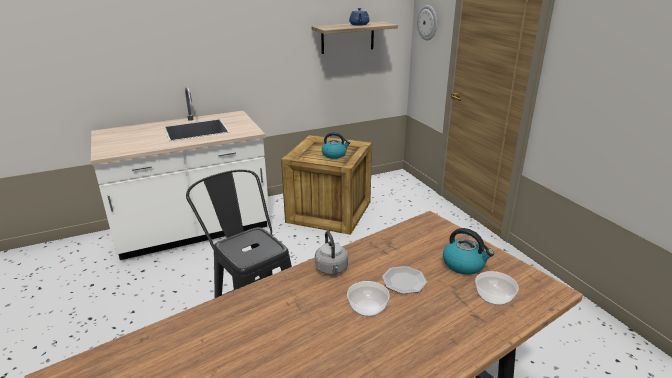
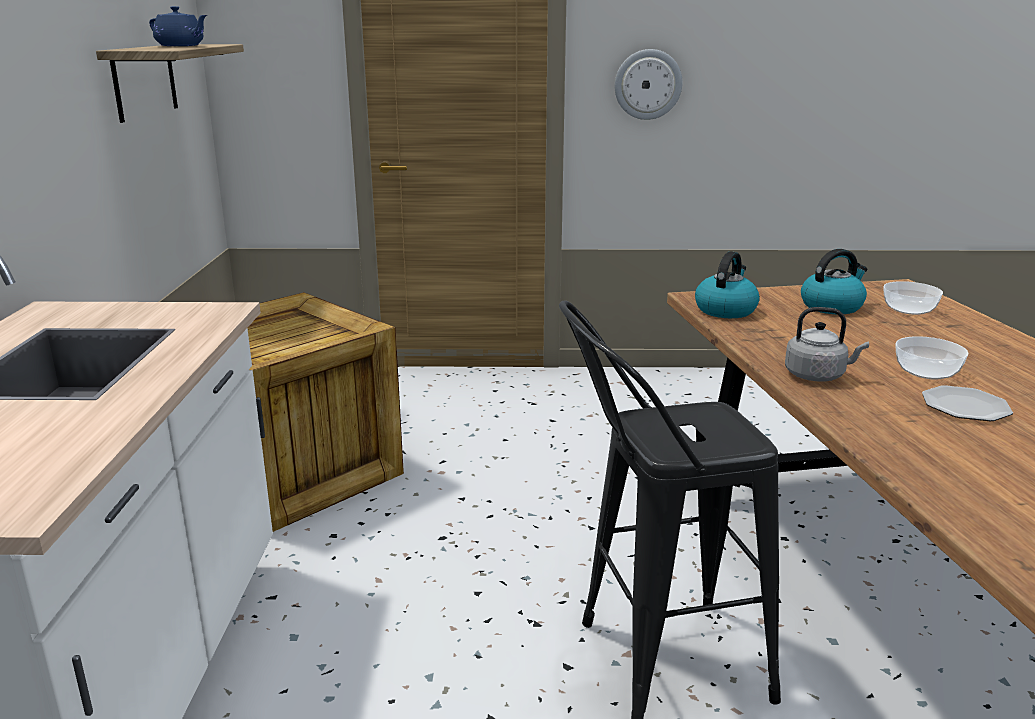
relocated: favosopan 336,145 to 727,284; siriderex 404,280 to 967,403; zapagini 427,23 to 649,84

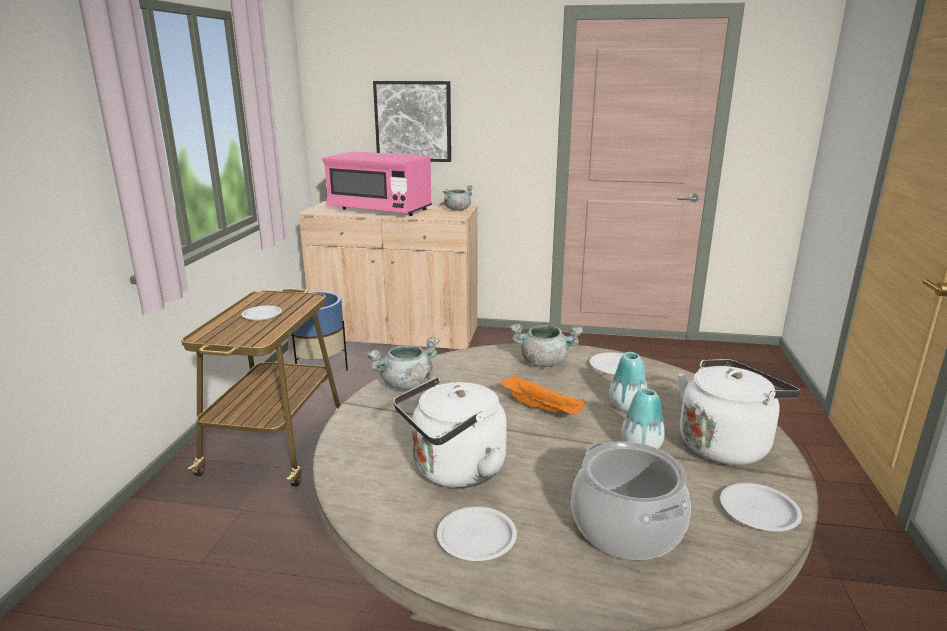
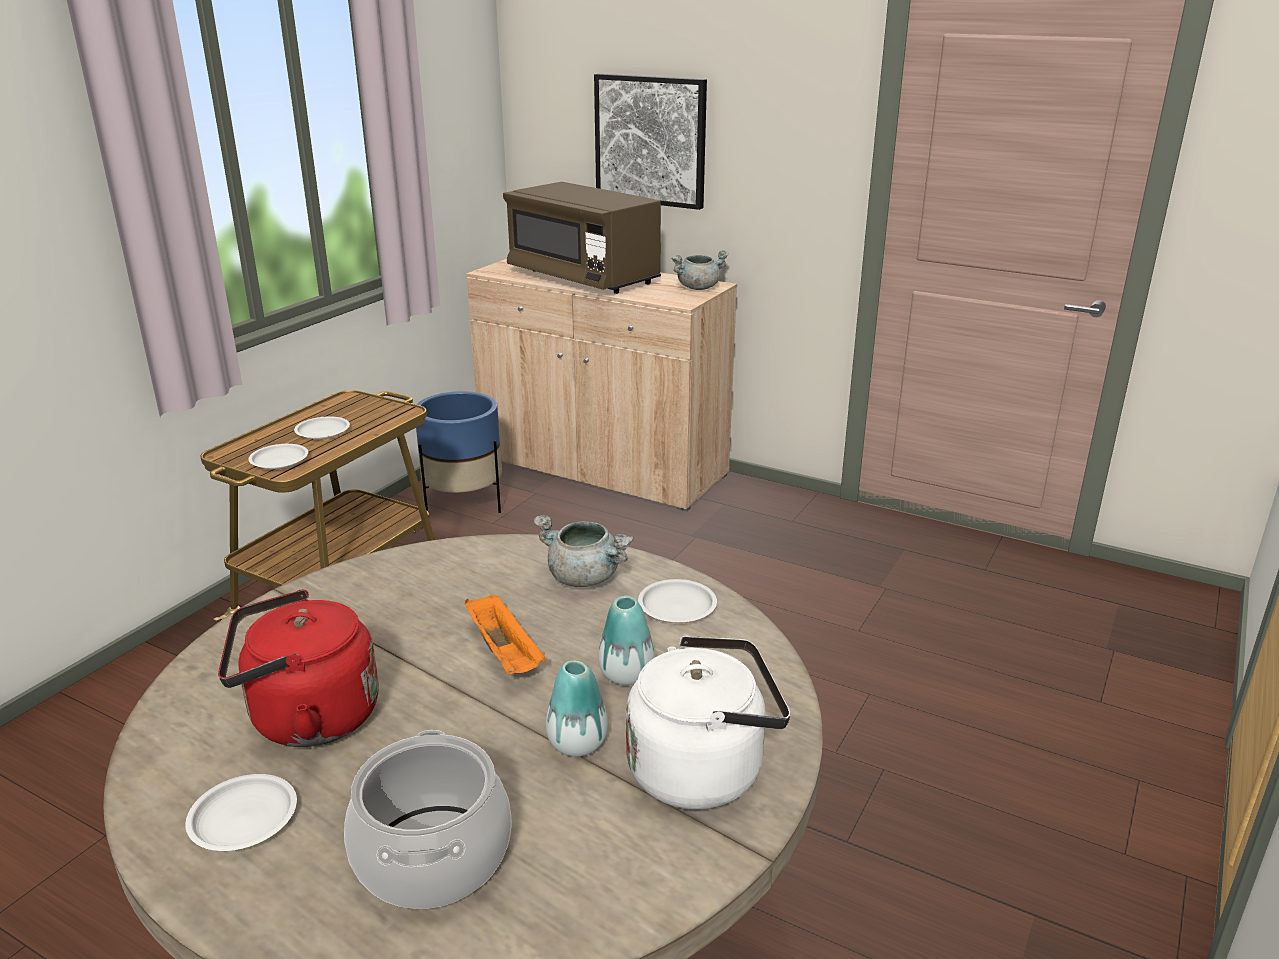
missing: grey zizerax 403,363
relocated: white siriderex 761,507 to 278,456
colour: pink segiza 377,183 to brown segiza 582,238; white favosopan 450,432 to red favosopan 298,668

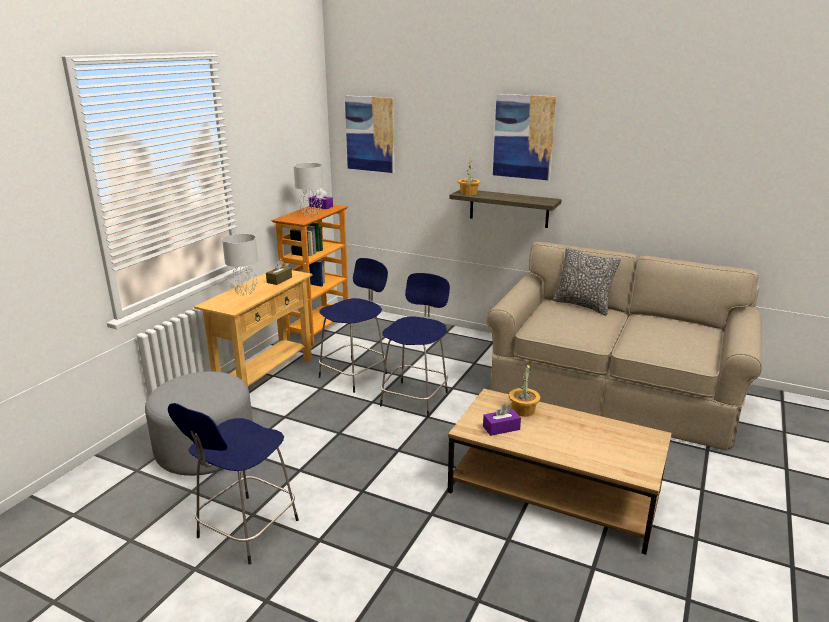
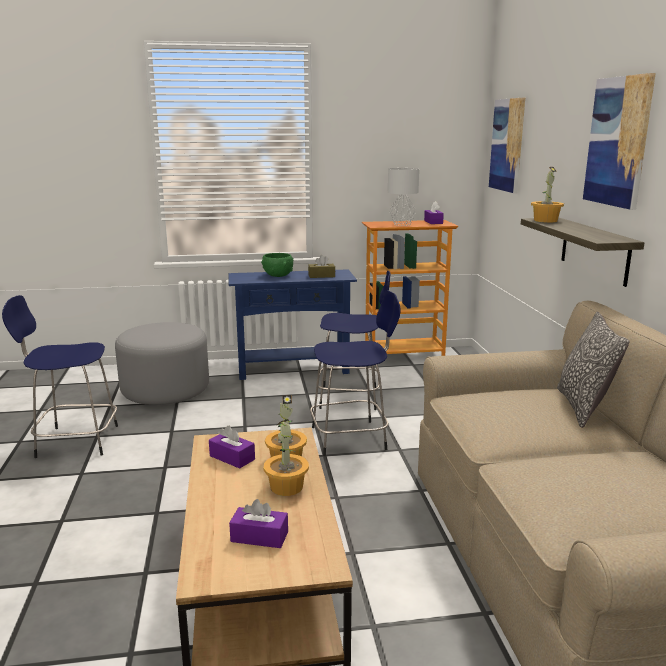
appeared: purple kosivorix 258,523; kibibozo 286,457
exchanged: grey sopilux 240,265 to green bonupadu 277,265
colour: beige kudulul 253,327 to blue kudulul 293,324

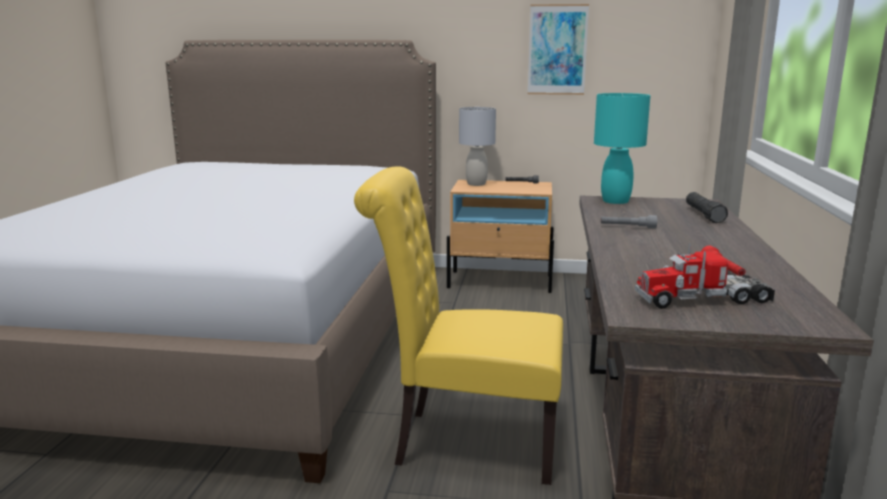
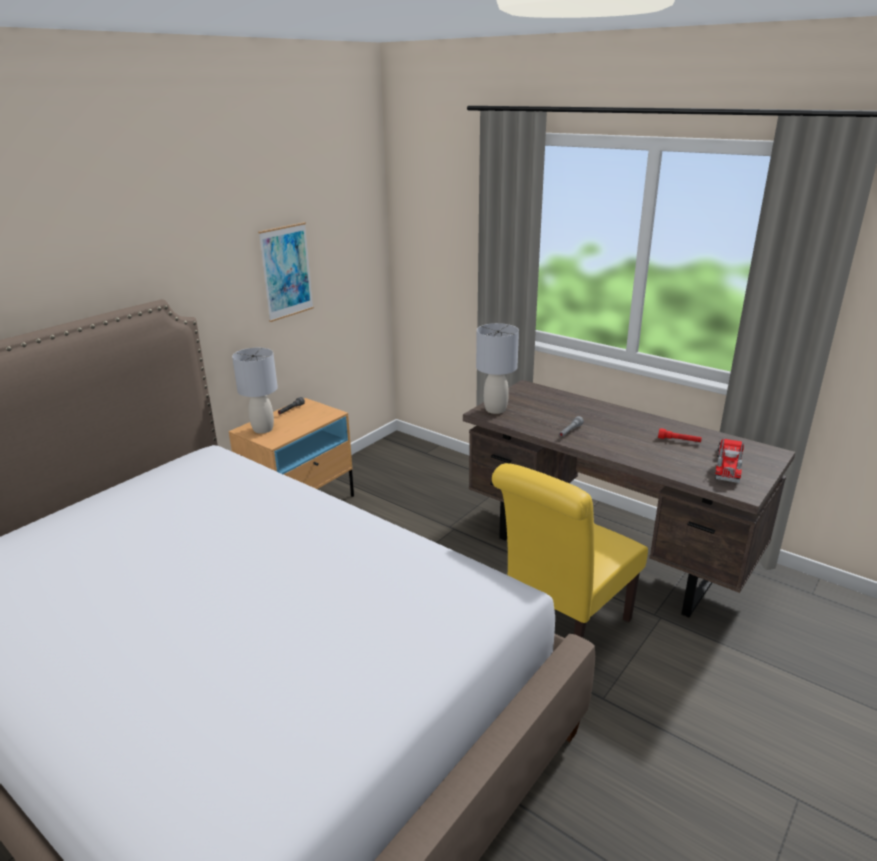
missing: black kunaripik 707,207
colour: turquoise sopilux 622,148 to grey sopilux 497,368

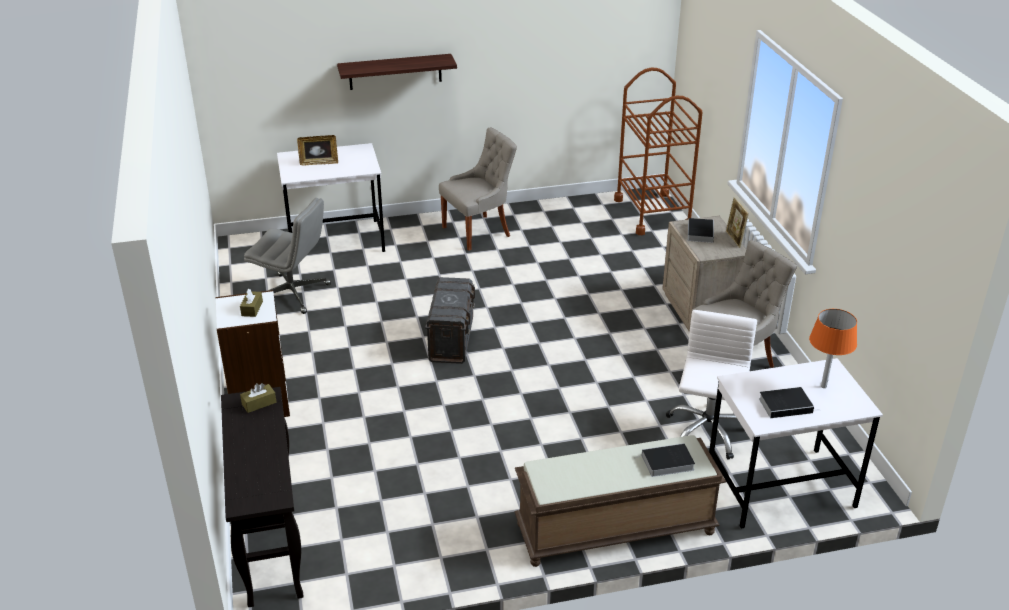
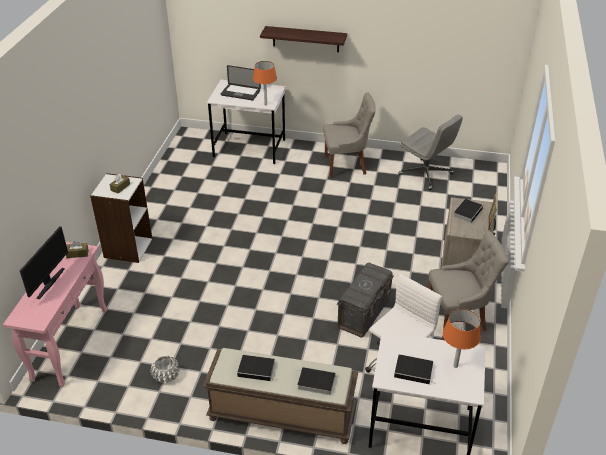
missing: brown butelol 658,151
appeared: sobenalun 44,262; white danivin 165,370; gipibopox 257,368; orange sopilux 265,83
relocated: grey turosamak 287,256 to 430,152; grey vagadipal 450,320 to 365,300
exchanged: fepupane 317,150 to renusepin 241,83
colour: black kudulul 262,497 to pink kudulul 55,314

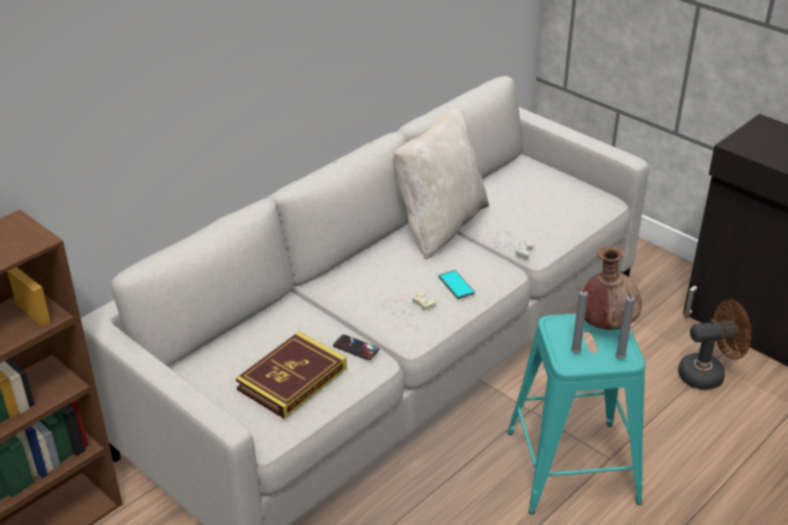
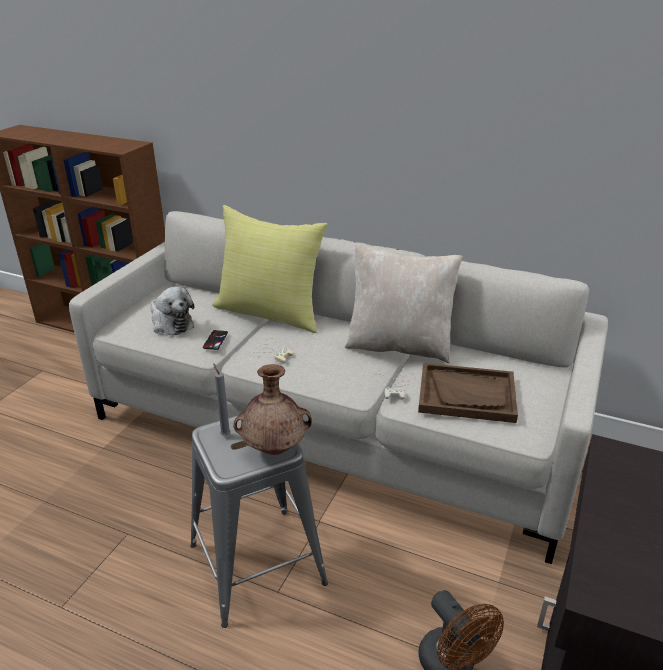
missing: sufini 456,284; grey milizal 625,322
appeared: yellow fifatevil 270,269; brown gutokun 468,393
exchanged: gipibopox 291,375 to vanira 172,310
colour: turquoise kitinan 576,414 to grey kitinan 259,521

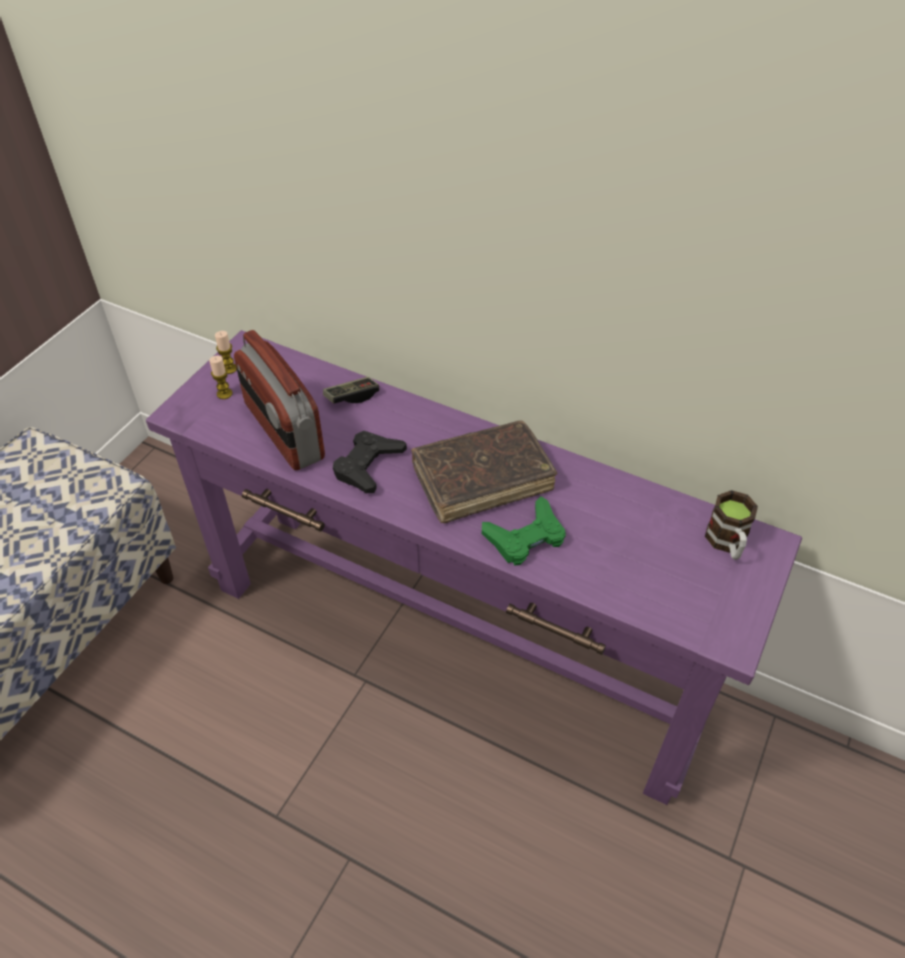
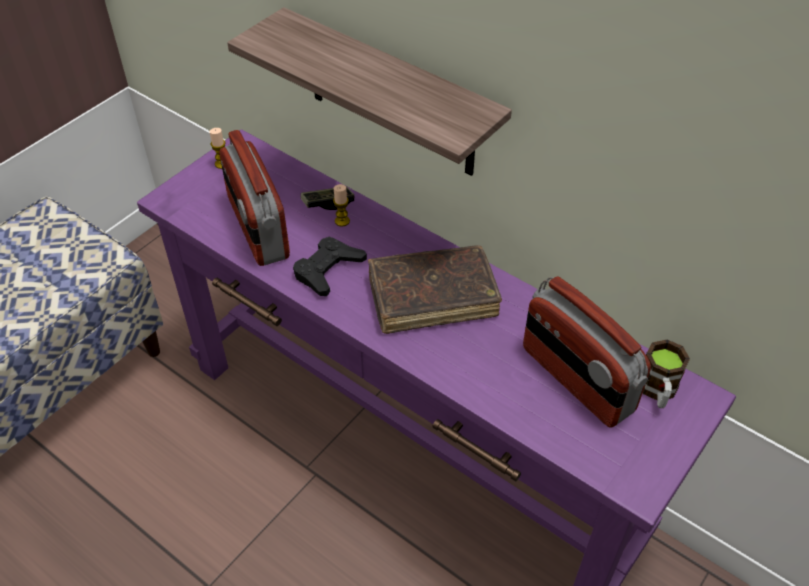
missing: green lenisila 524,530
appeared: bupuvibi 369,91; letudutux 587,352
relocated: milizal 221,377 to 341,205

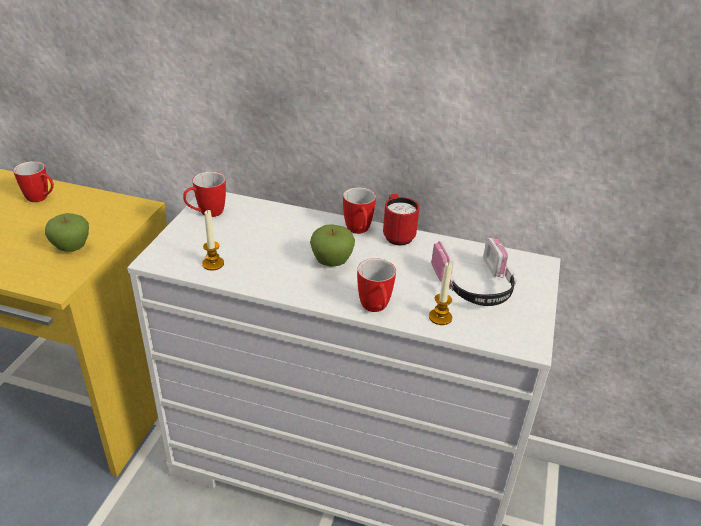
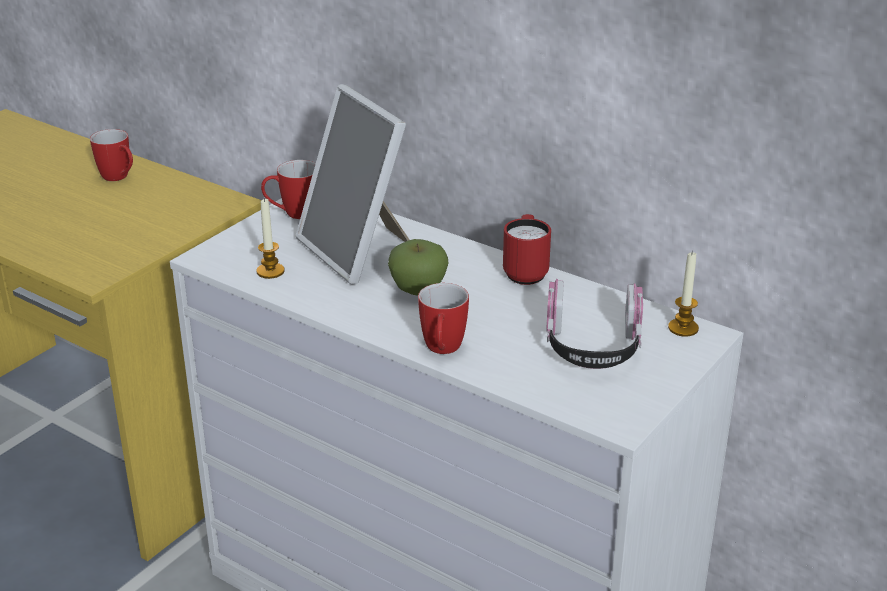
missing: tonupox 67,232; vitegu 359,210
appeared: fepupane 352,184
relocated: milizal 440,293 to 683,294

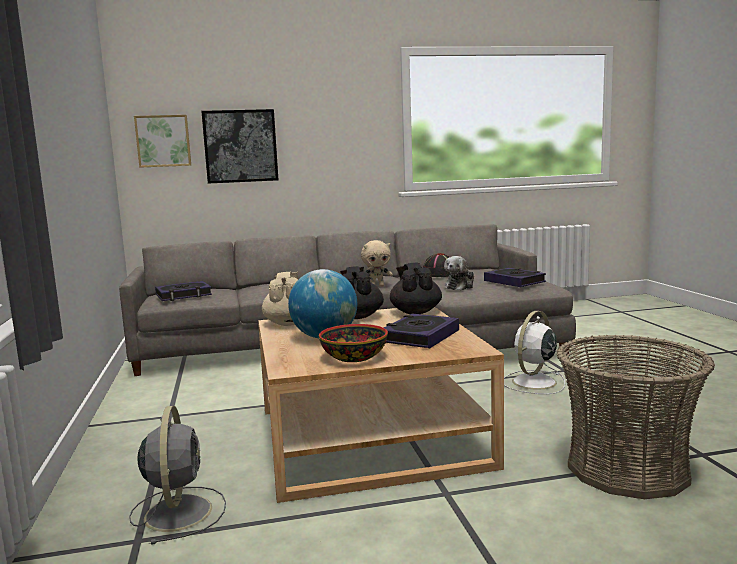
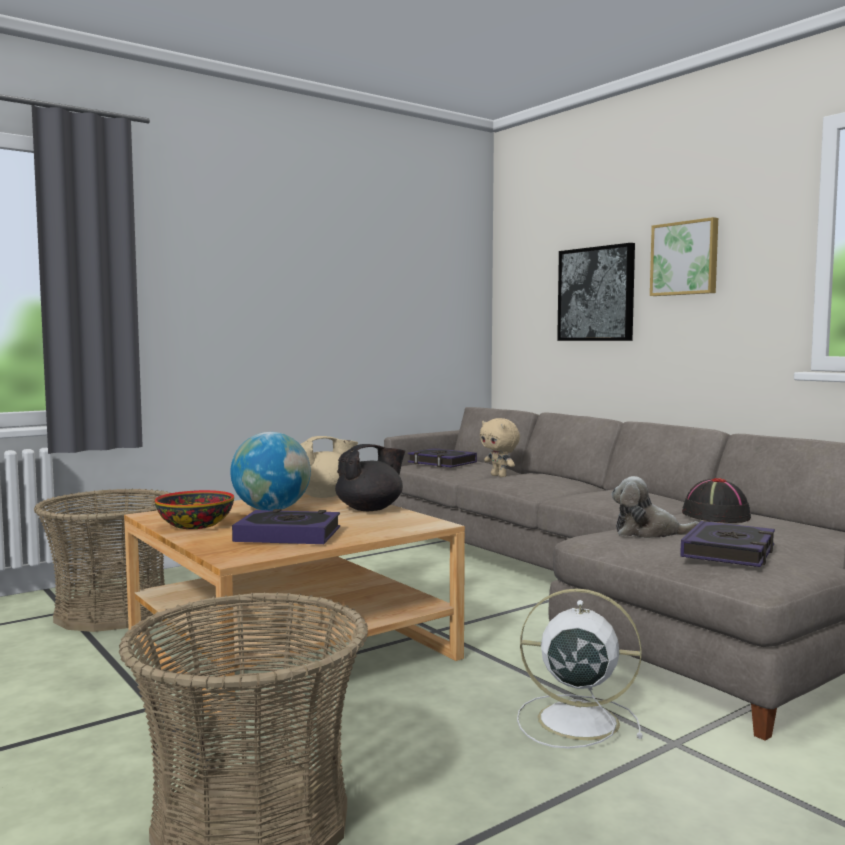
missing: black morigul 416,288
relocated: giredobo 162,141 to 684,256; beige vanira 377,263 to 500,447
exchanged: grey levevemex 177,475 to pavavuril 102,560

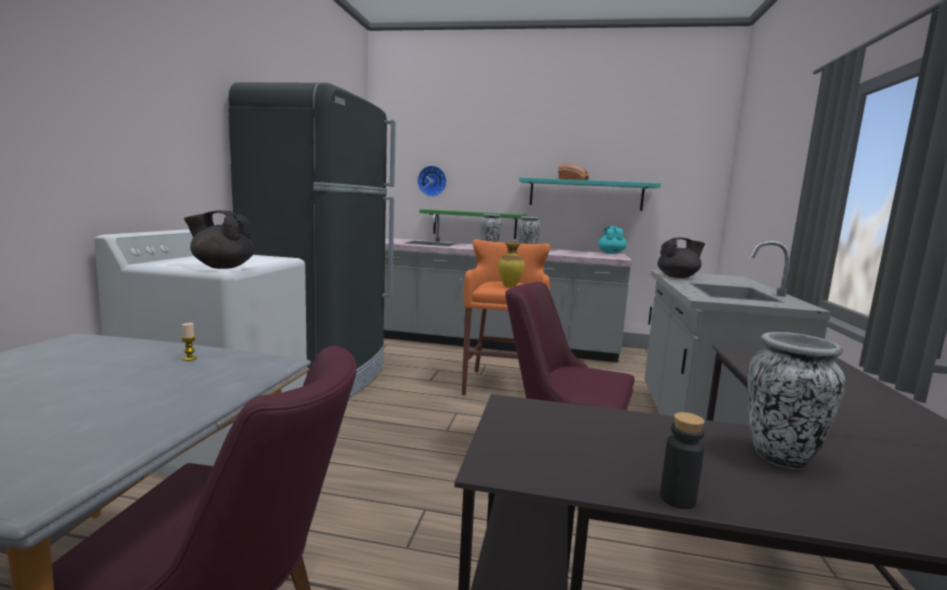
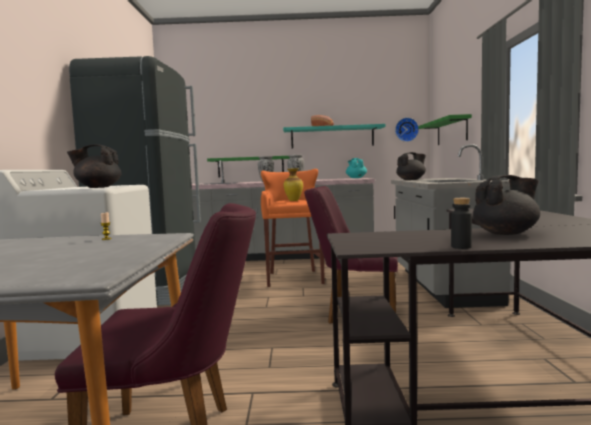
appeared: green bupuvibi 445,129
relocated: zapagini 432,181 to 407,130
exchanged: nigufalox 796,400 to black morigul 506,205

